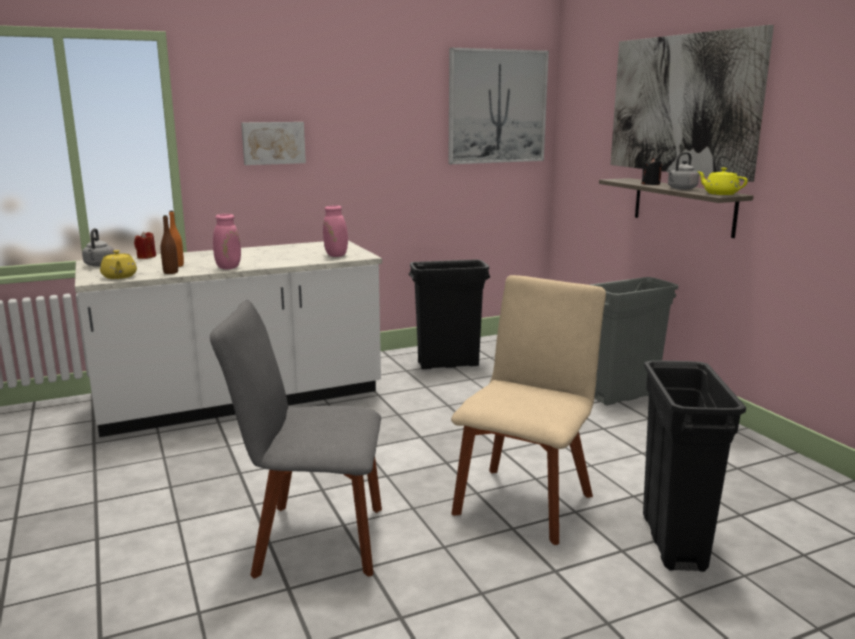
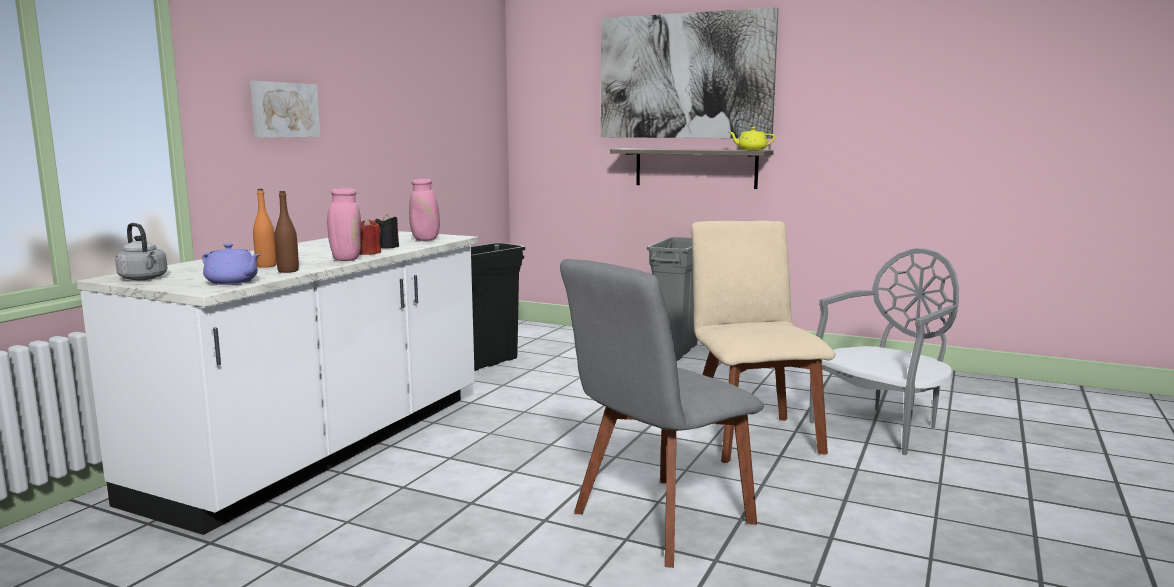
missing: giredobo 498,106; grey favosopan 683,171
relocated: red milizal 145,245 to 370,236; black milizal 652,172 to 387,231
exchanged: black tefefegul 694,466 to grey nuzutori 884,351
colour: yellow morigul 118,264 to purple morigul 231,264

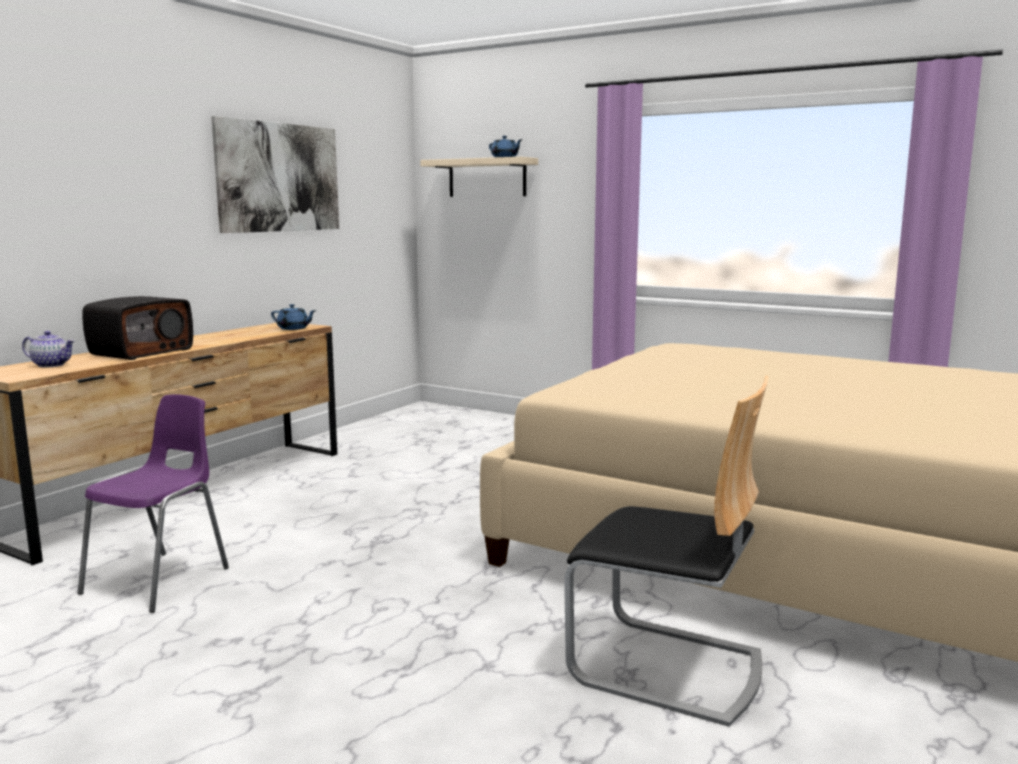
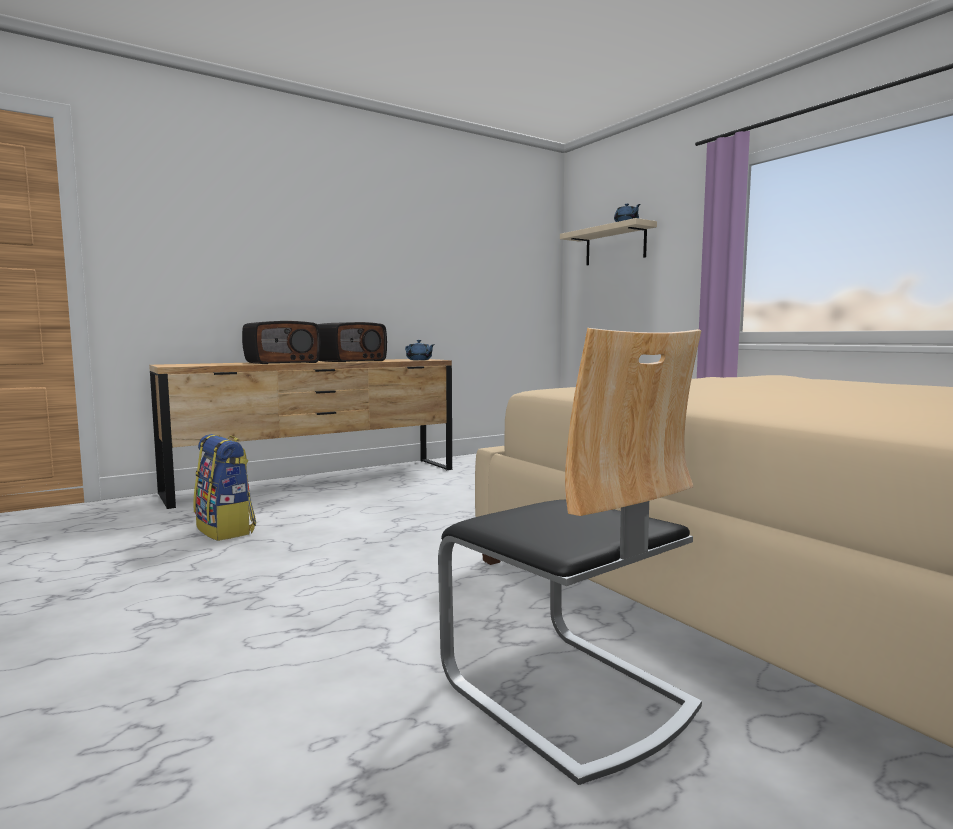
missing: morigul 48,349; giredobo 275,174
appeared: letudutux 352,342
exchanged: purple nuzutori 153,503 to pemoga 225,487

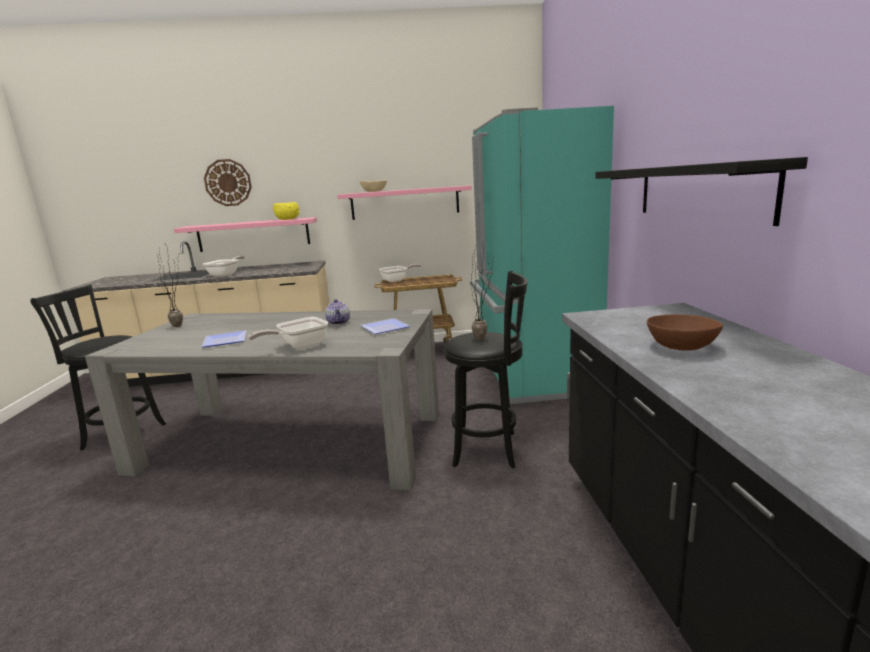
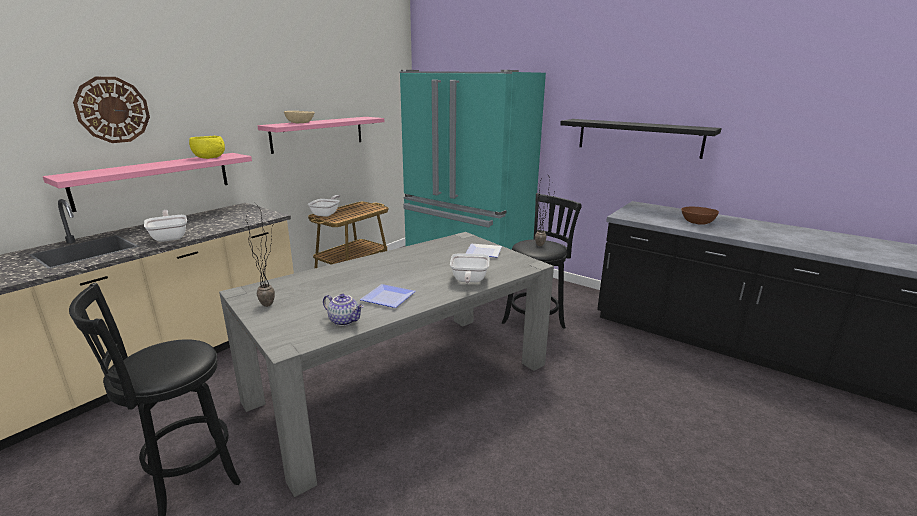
relocated: morigul 337,312 to 343,310

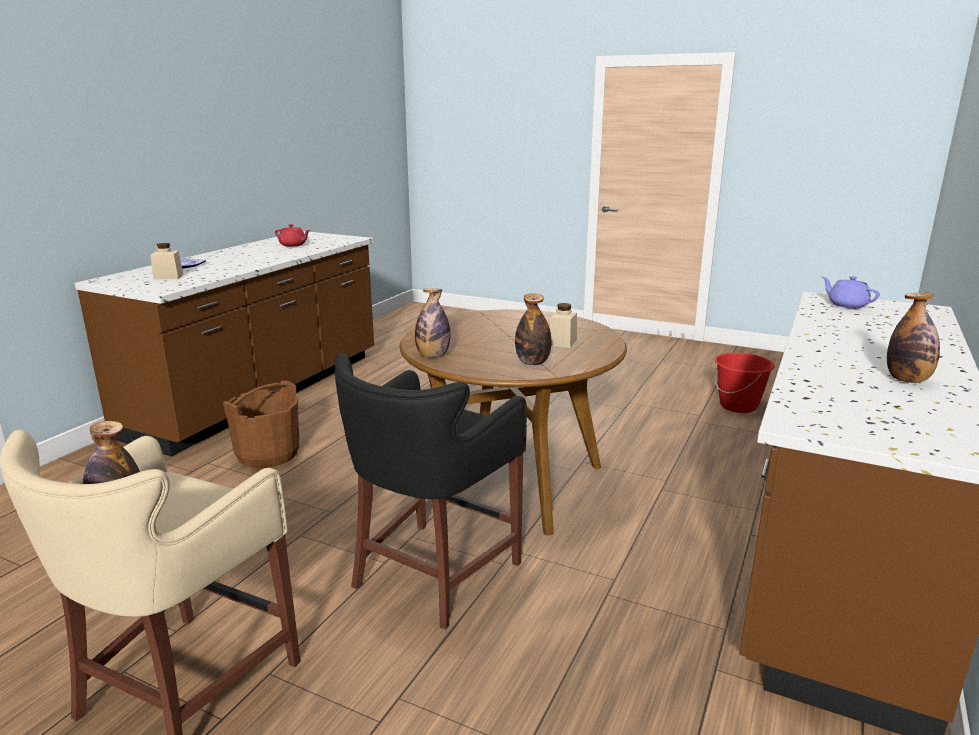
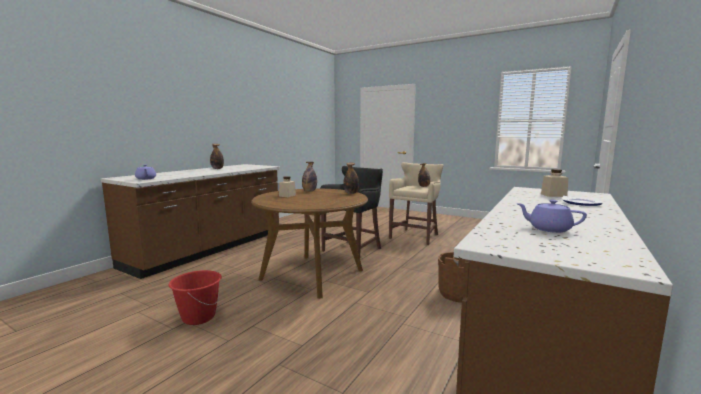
relocated: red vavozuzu 745,383 to 195,297
colour: red morigul 292,235 to purple morigul 551,216

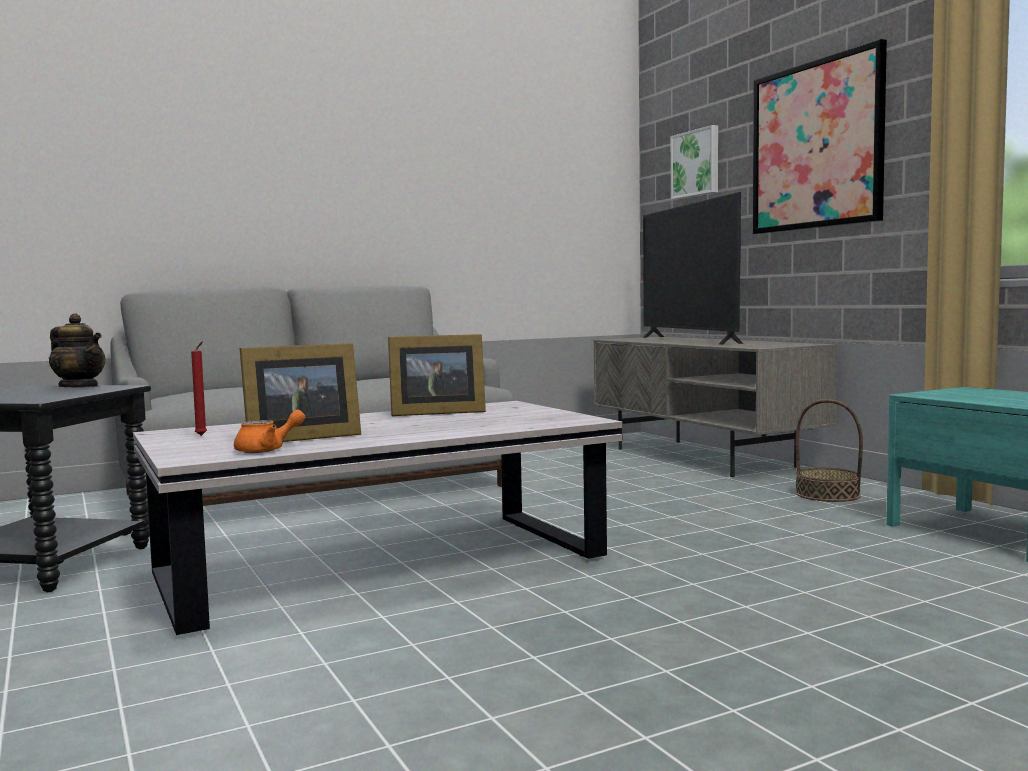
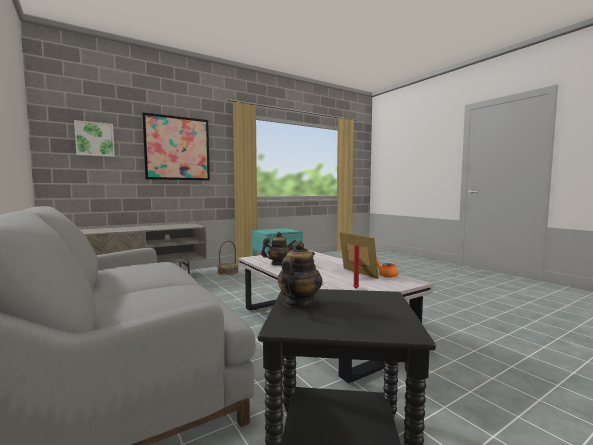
missing: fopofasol 693,268
exchanged: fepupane 437,375 to morigul 278,248

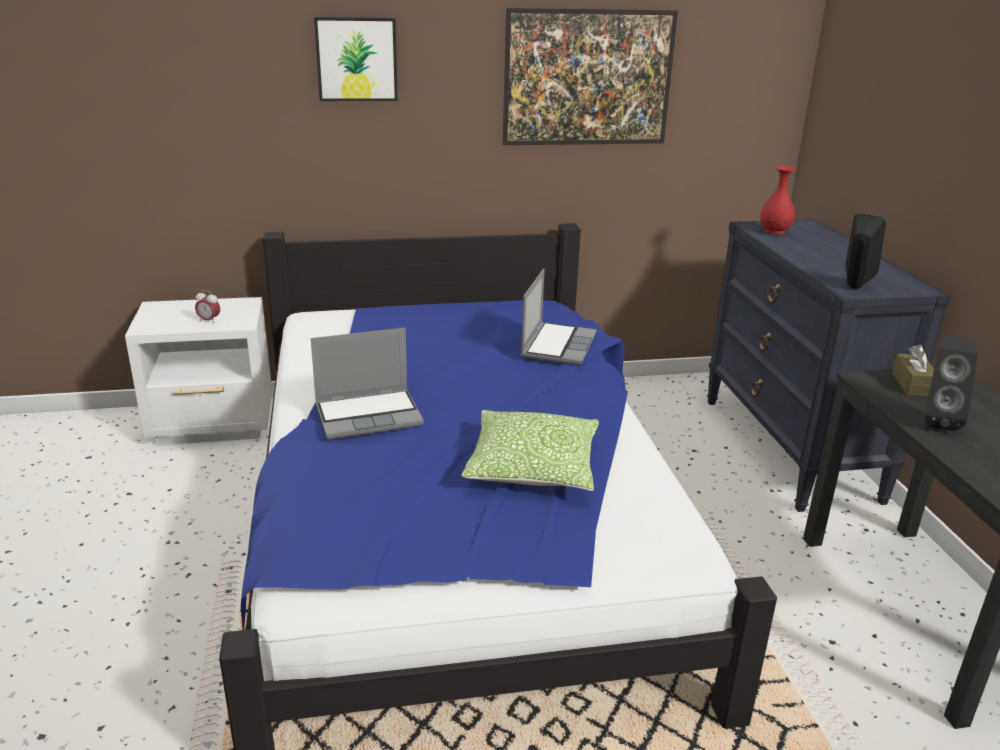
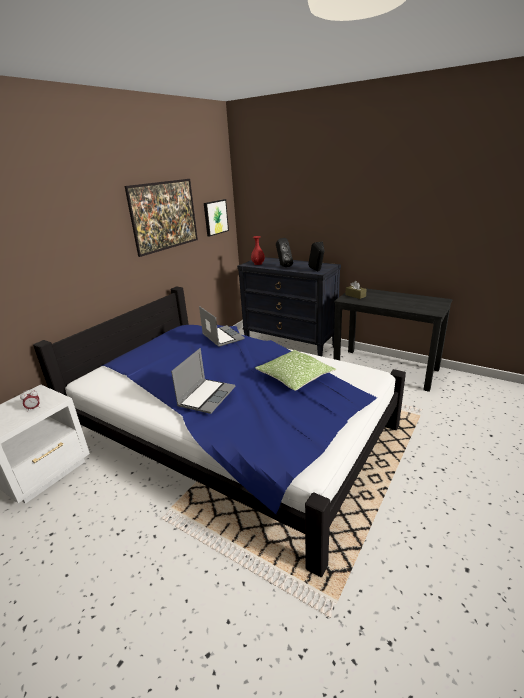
relocated: giredobo 356,59 to 216,217; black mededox 951,383 to 284,252

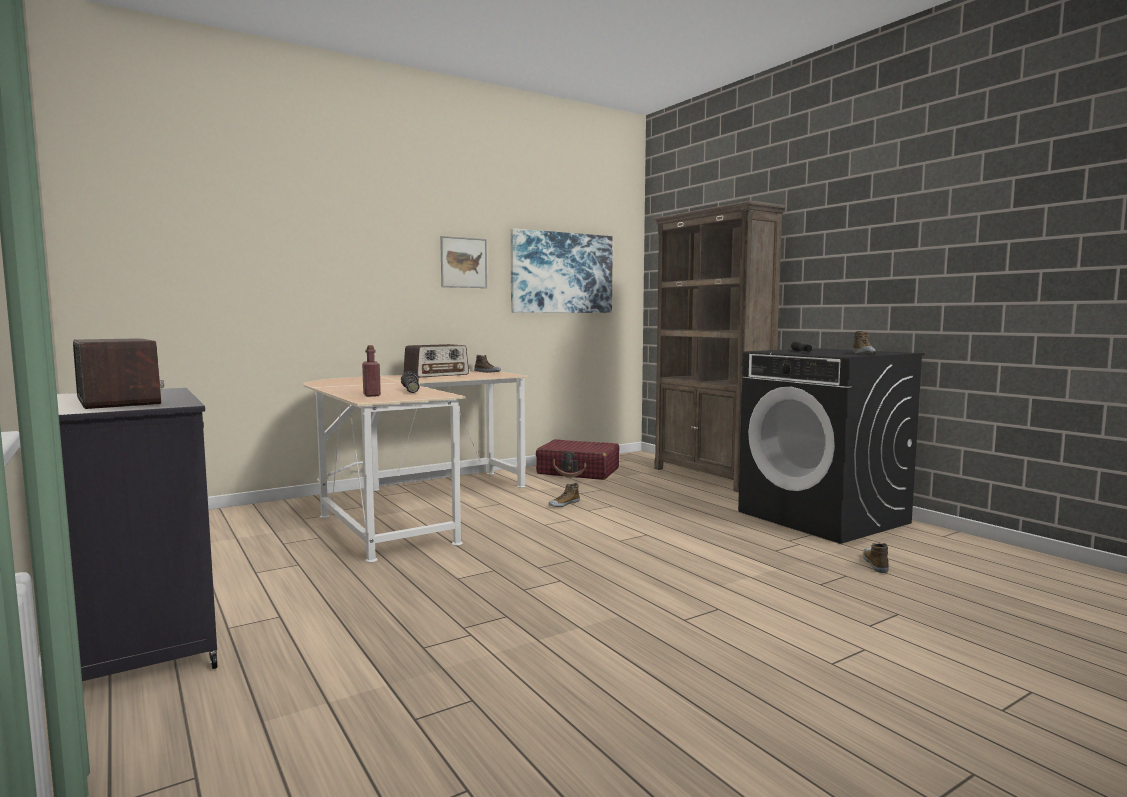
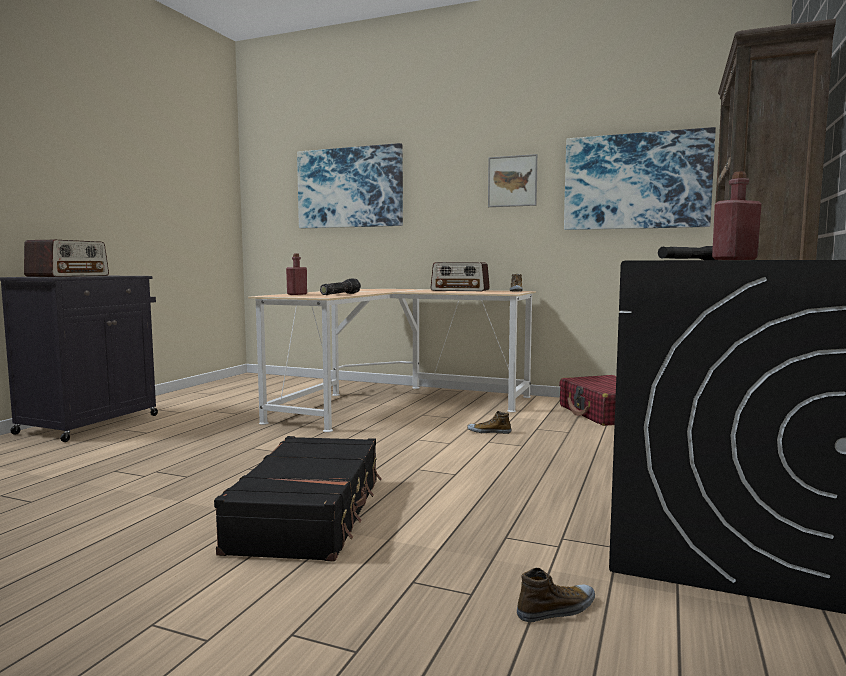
appeared: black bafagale 298,498; giredobo 350,185
exchanged: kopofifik 864,342 to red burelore 737,215

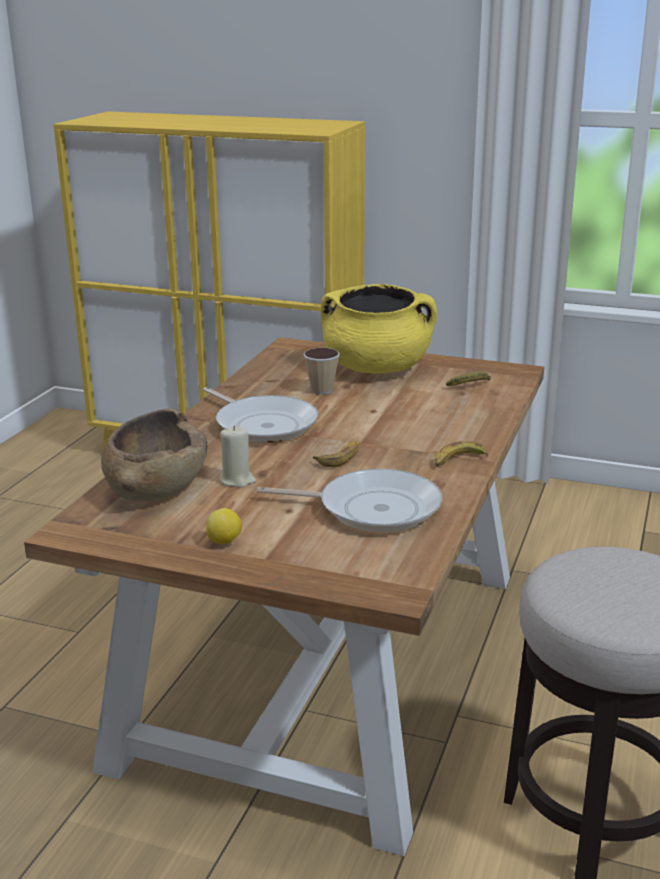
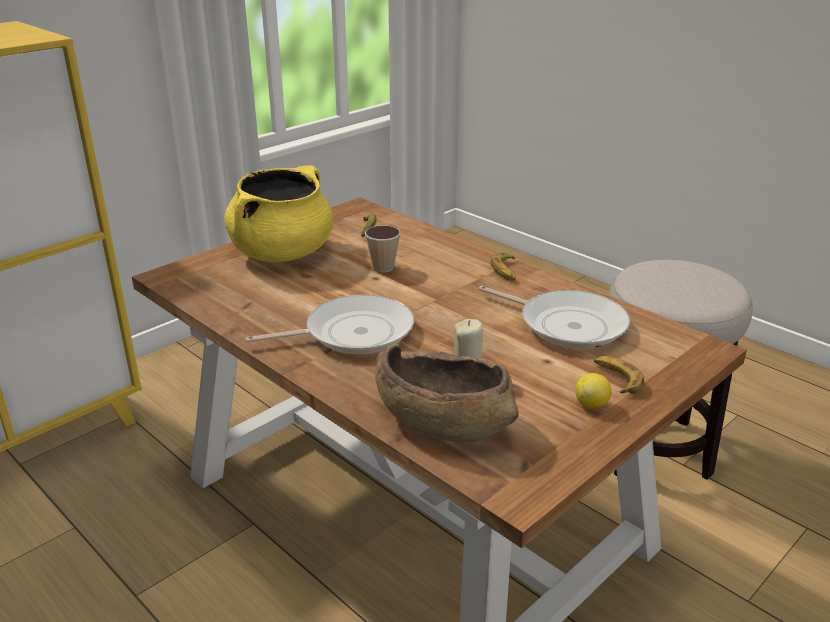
relocated: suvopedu 322,371 to 383,249; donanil 336,453 to 619,375
spun: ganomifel 349,500 = 554,317 90 degrees clockwise

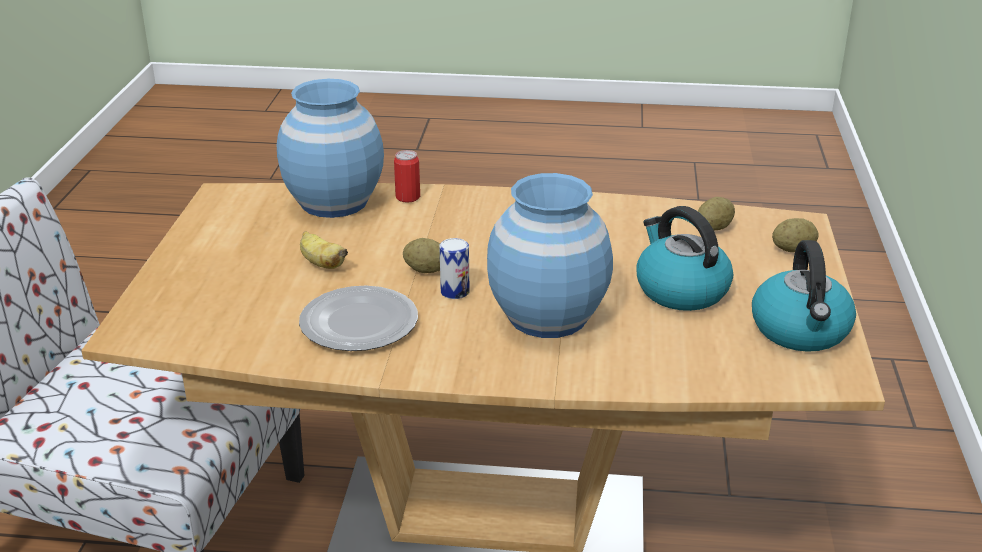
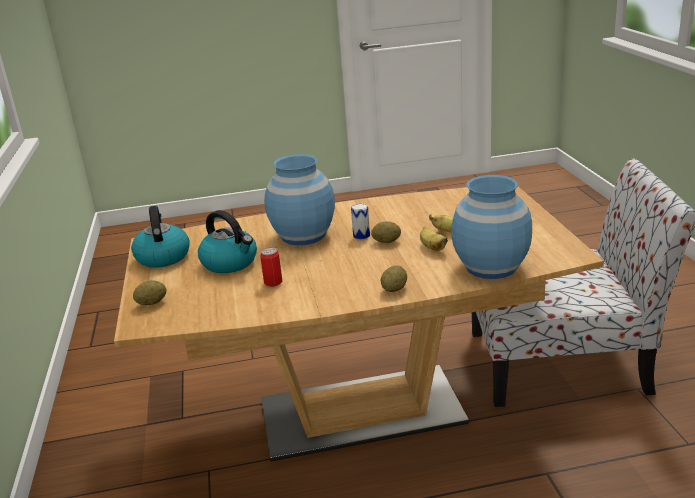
missing: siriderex 358,318
appeared: donanil 434,239
relocated: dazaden 407,176 to 271,266; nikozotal 716,213 to 394,278

